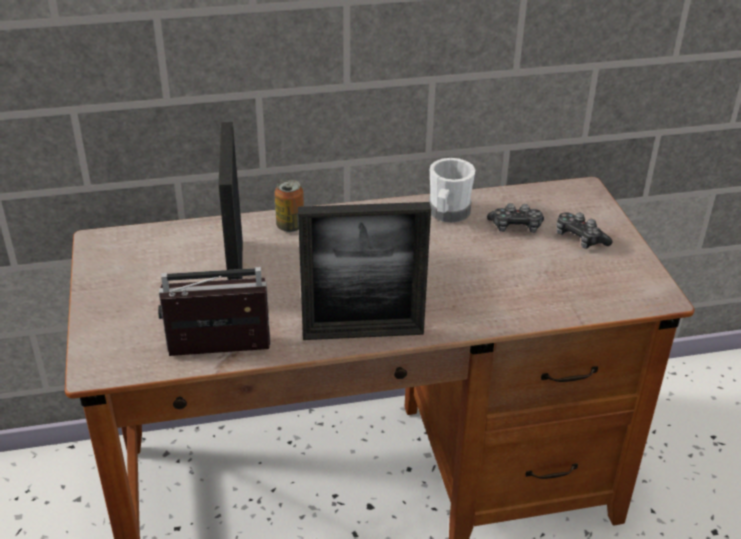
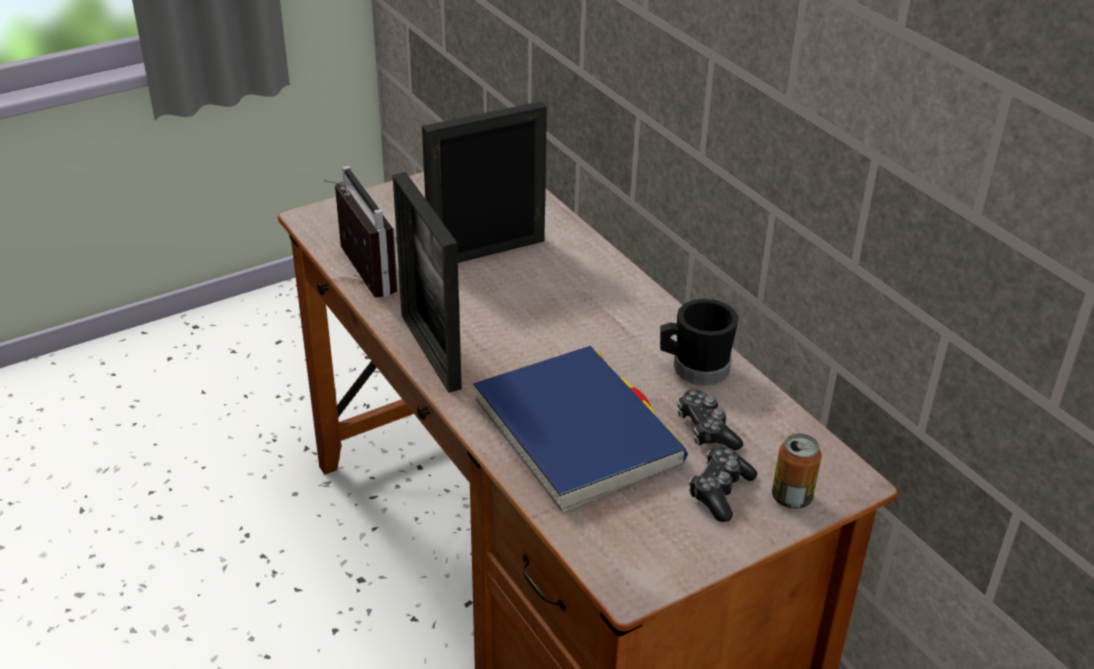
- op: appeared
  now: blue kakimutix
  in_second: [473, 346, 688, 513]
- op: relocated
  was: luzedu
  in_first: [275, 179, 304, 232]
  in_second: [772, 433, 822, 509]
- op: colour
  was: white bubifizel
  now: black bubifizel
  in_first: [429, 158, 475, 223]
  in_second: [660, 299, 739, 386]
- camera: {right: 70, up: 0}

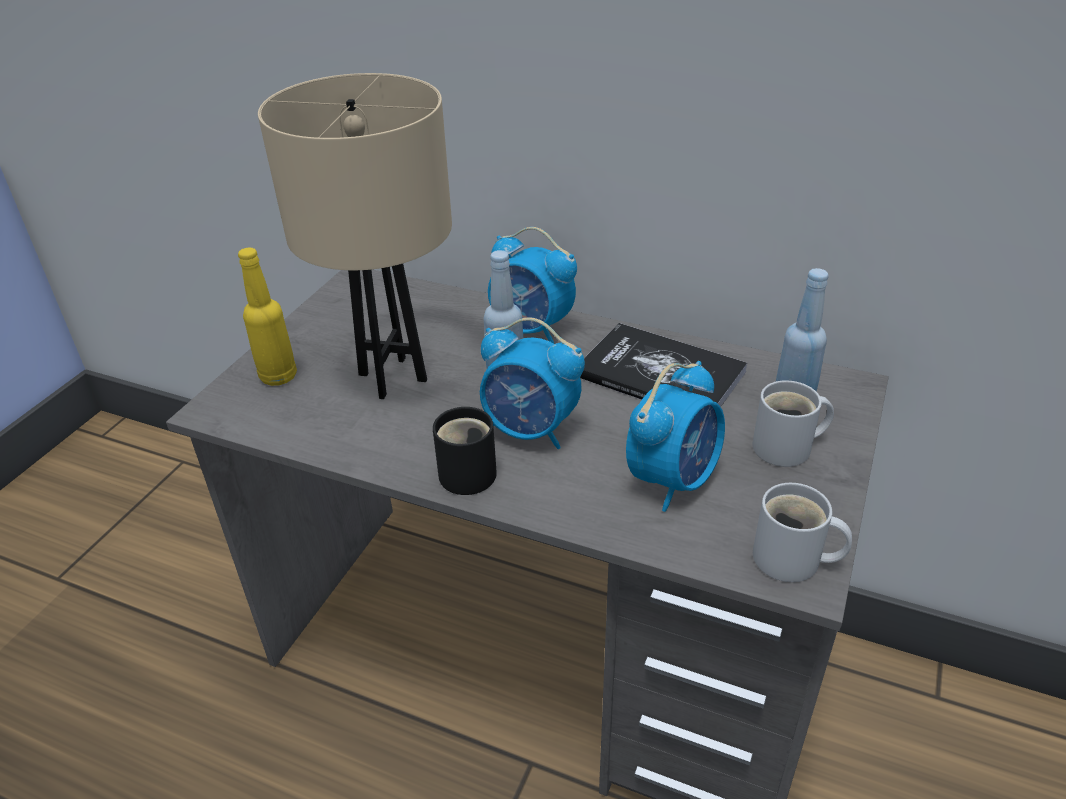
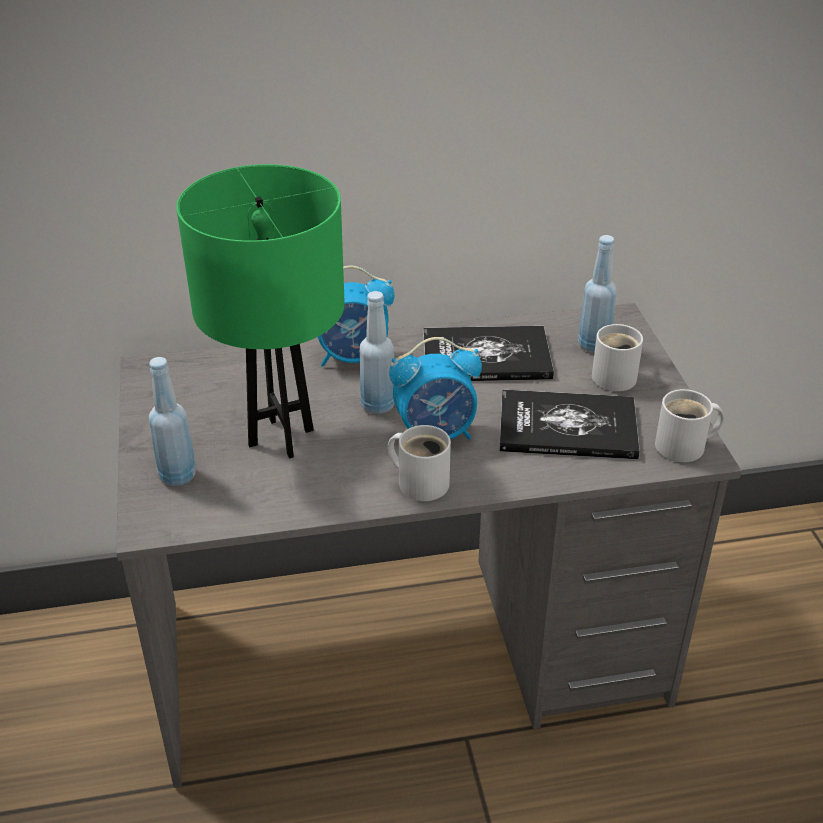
- op: exchanged
  was: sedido
  now: kakimutix
  in_first: [626, 361, 725, 512]
  in_second: [499, 390, 640, 459]
- op: colour
  was: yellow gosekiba
  now: blue gosekiba
  in_first: [238, 247, 297, 386]
  in_second: [149, 357, 196, 486]
- op: colour
  was: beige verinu
  now: green verinu
  in_first: [258, 73, 452, 399]
  in_second: [176, 164, 345, 458]
- op: colour
  was: black bubifizel
  now: white bubifizel
  in_first: [433, 407, 497, 495]
  in_second: [388, 425, 451, 501]
- camera: {right: -35, up: 0}

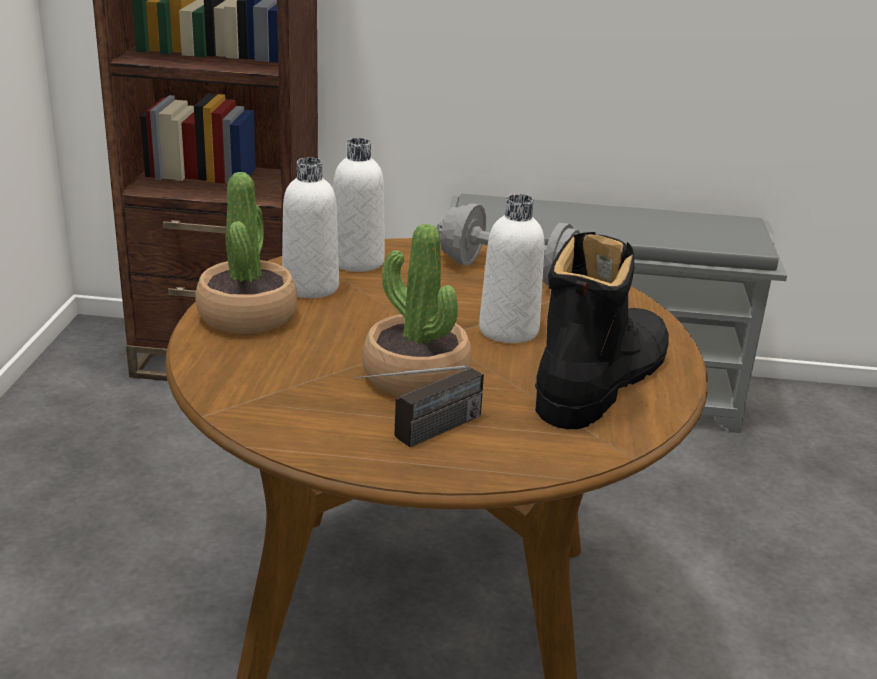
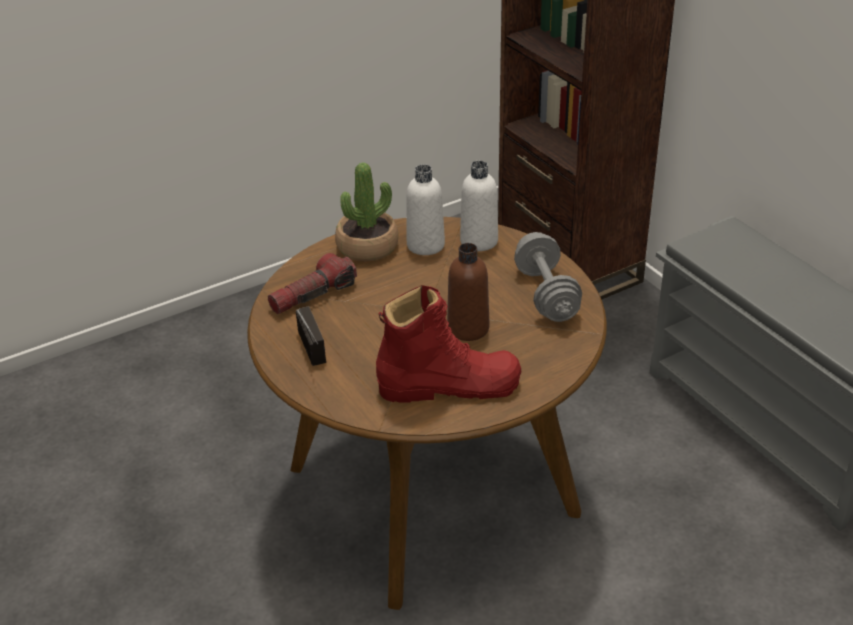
- op: missing
  was: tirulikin
  in_first: [362, 224, 472, 396]
- op: appeared
  now: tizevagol
  in_second: [268, 253, 357, 314]
- op: colour
  was: white gosekiba
  now: brown gosekiba
  in_first: [479, 194, 545, 343]
  in_second: [447, 243, 489, 341]
- op: colour
  was: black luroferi
  now: red luroferi
  in_first: [535, 232, 669, 429]
  in_second: [376, 285, 521, 402]
- op: spun
  was: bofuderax
  in_first: [354, 365, 484, 447]
  in_second: [296, 306, 326, 366]
  clockwise: -120
- camera: {right: 55, up: 10}

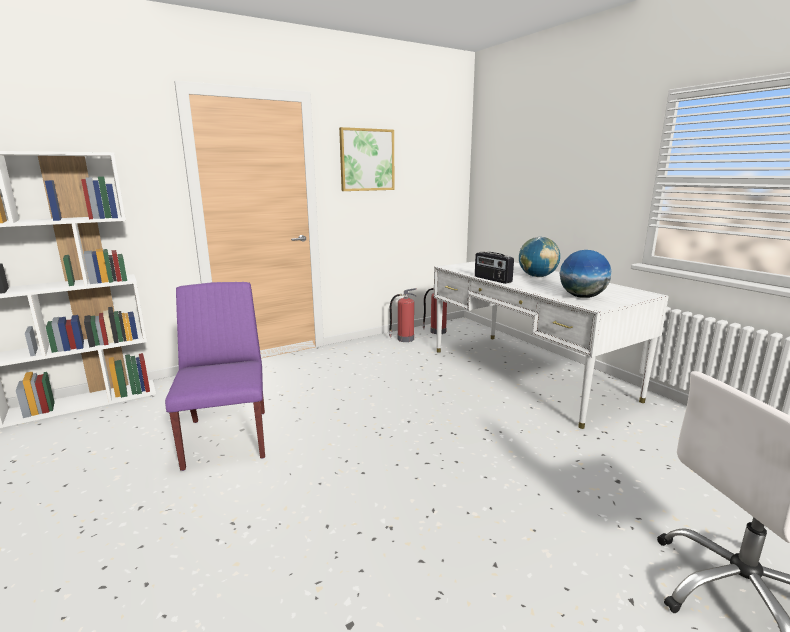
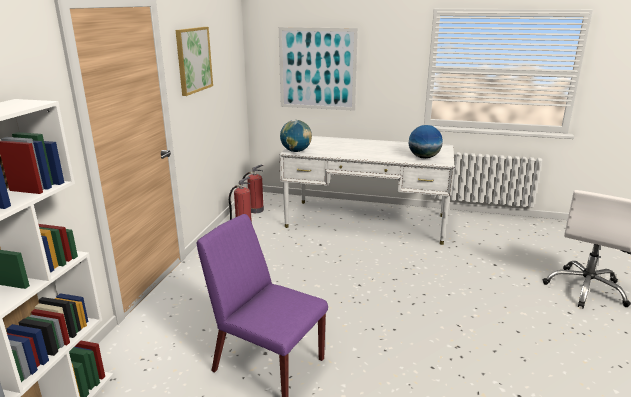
- op: missing
  was: bofuderax
  in_first: [475, 252, 514, 284]
- op: appeared
  now: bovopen
  in_second: [279, 27, 358, 111]
- op: relocated
  was: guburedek
  in_first: [519, 237, 560, 277]
  in_second: [280, 120, 312, 152]
- camera: {right: -45, up: 5}

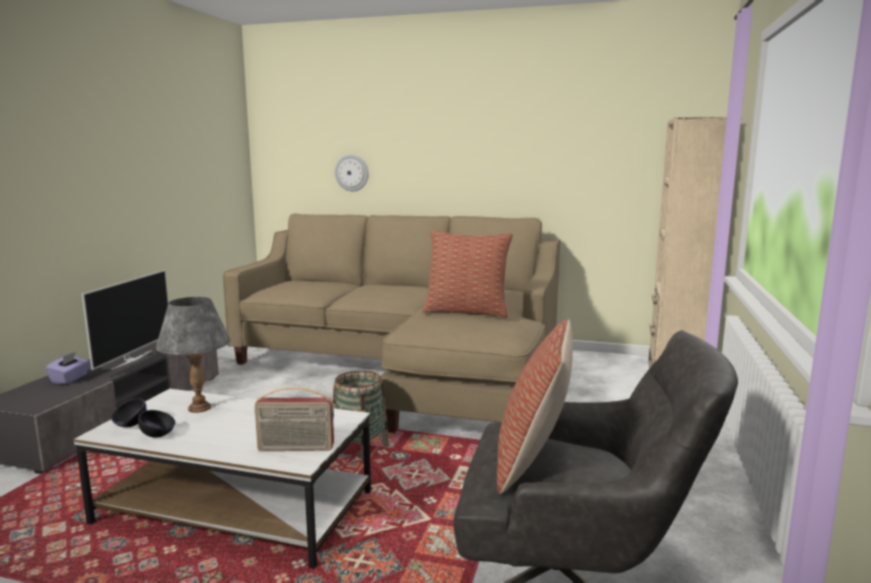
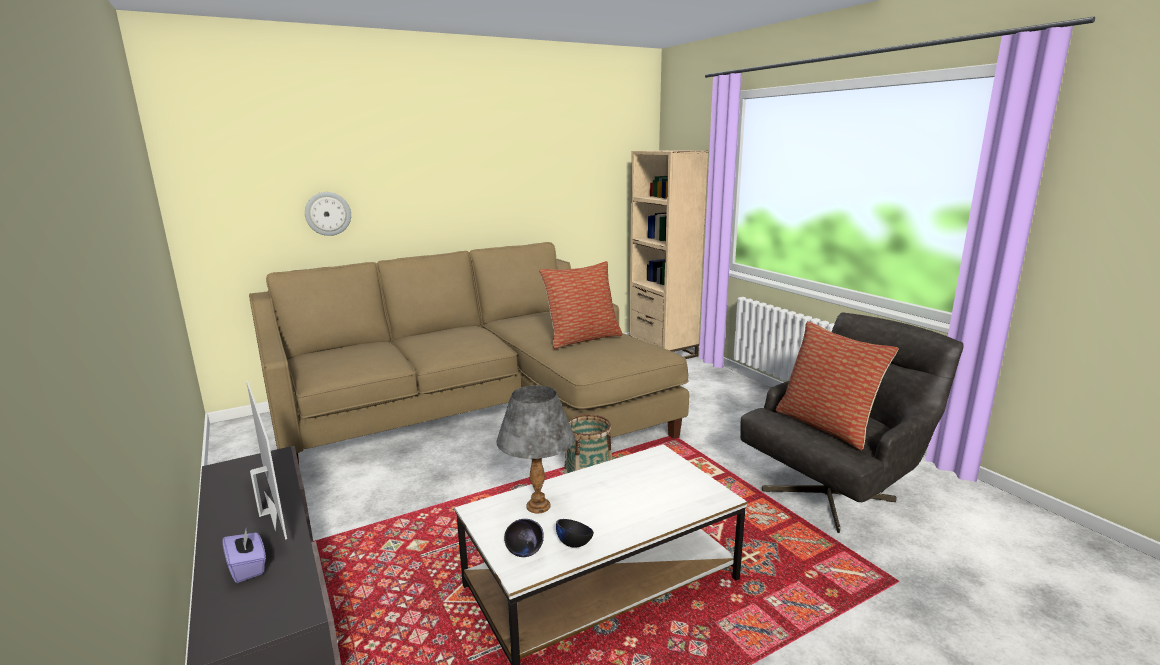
- op: missing
  was: bofuderax
  in_first: [255, 387, 334, 451]
- camera: {right: -45, up: 5}

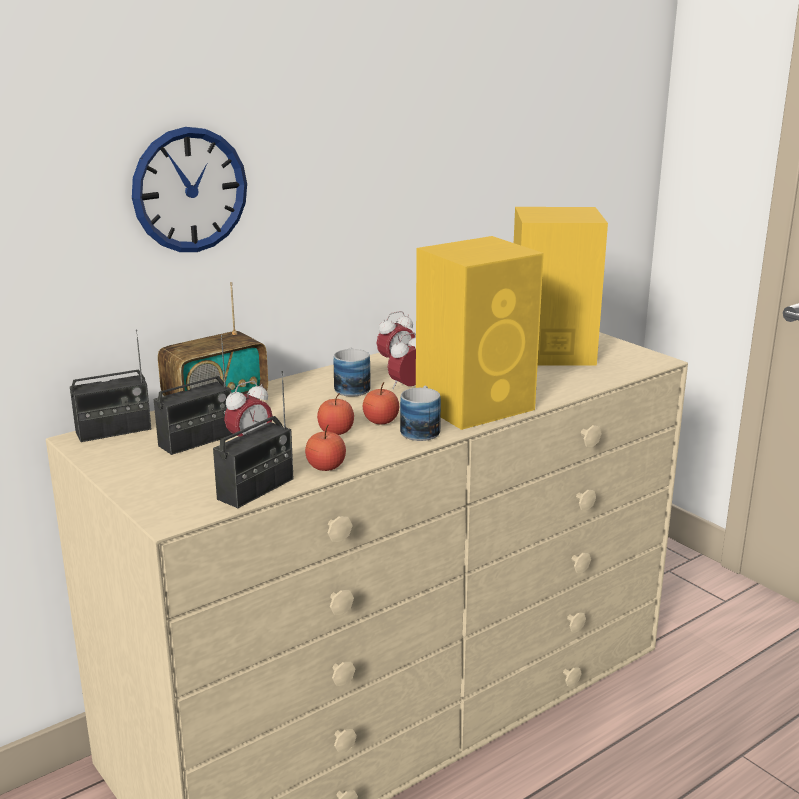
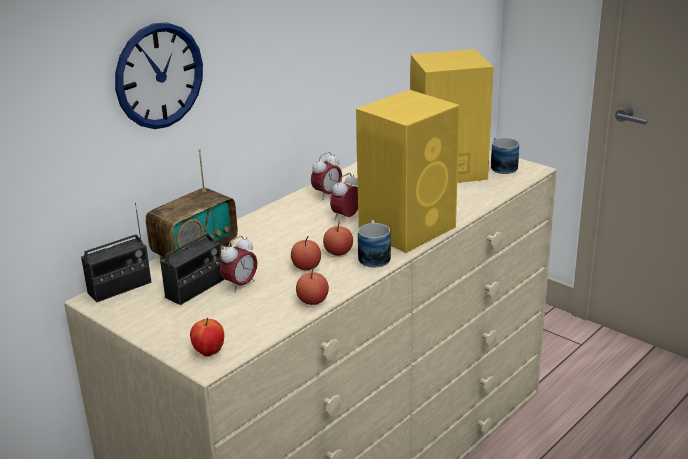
- op: missing
  was: bofuderax
  in_first: [213, 371, 293, 508]
- op: appeared
  now: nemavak
  in_second: [190, 318, 224, 356]
- op: relocated
  was: bubifizel
  in_first: [334, 347, 371, 397]
  in_second: [491, 137, 519, 174]
- camera: {right: -10, up: 5}

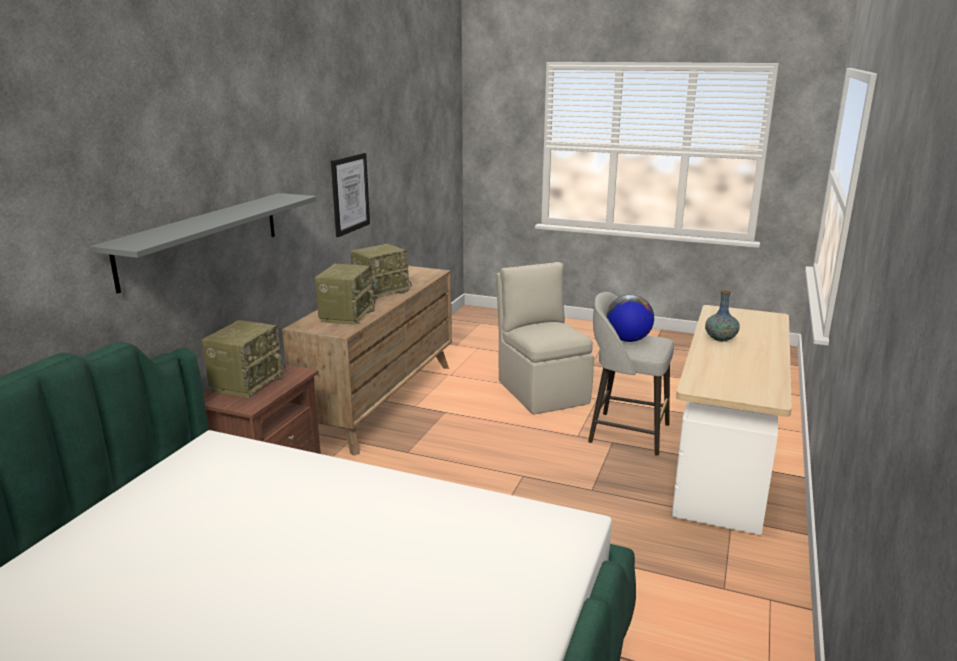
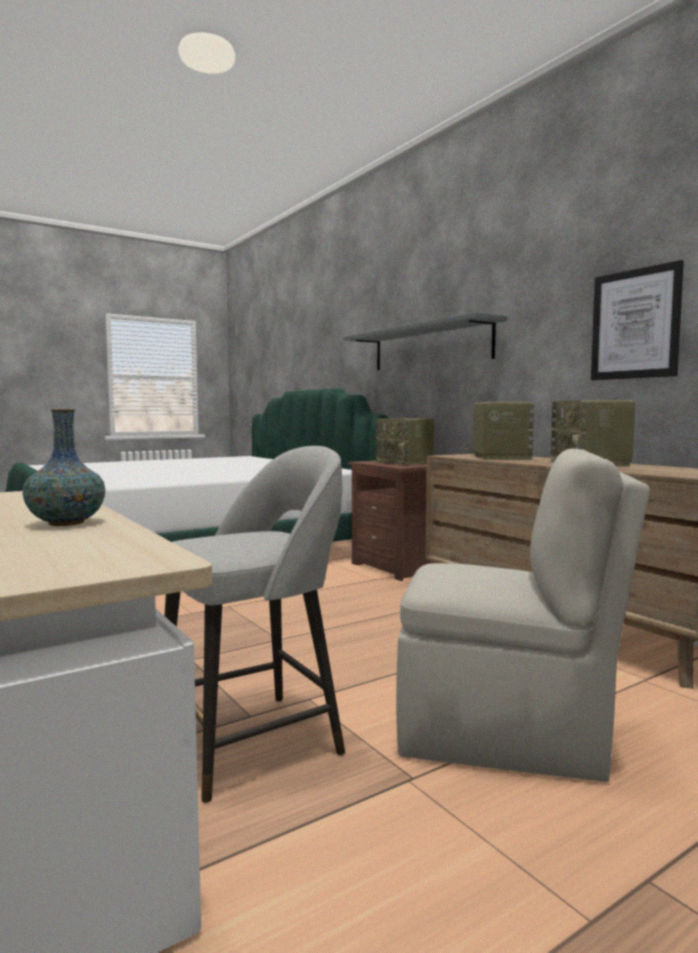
- op: missing
  was: guburedek
  in_first: [607, 294, 654, 342]
- op: spun
  was: bofuderax
  in_first: [315, 264, 375, 325]
  in_second: [473, 402, 534, 460]
  clockwise: -135
- camera: {right: 125, up: -15}

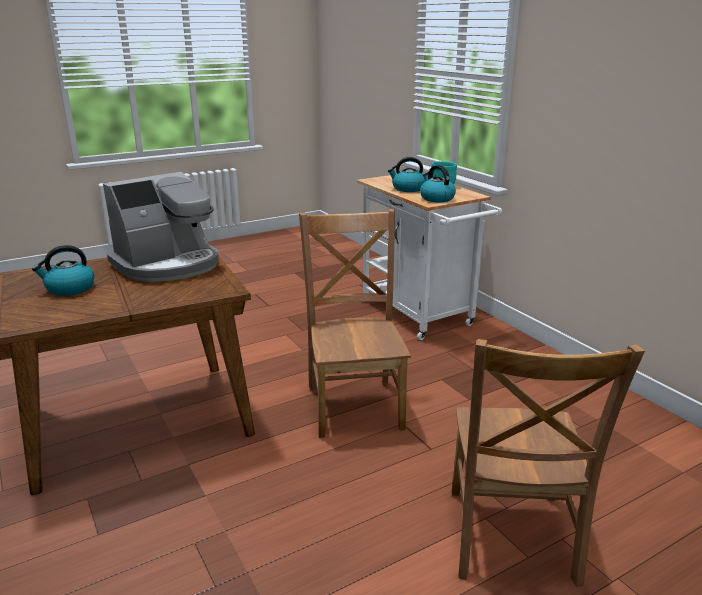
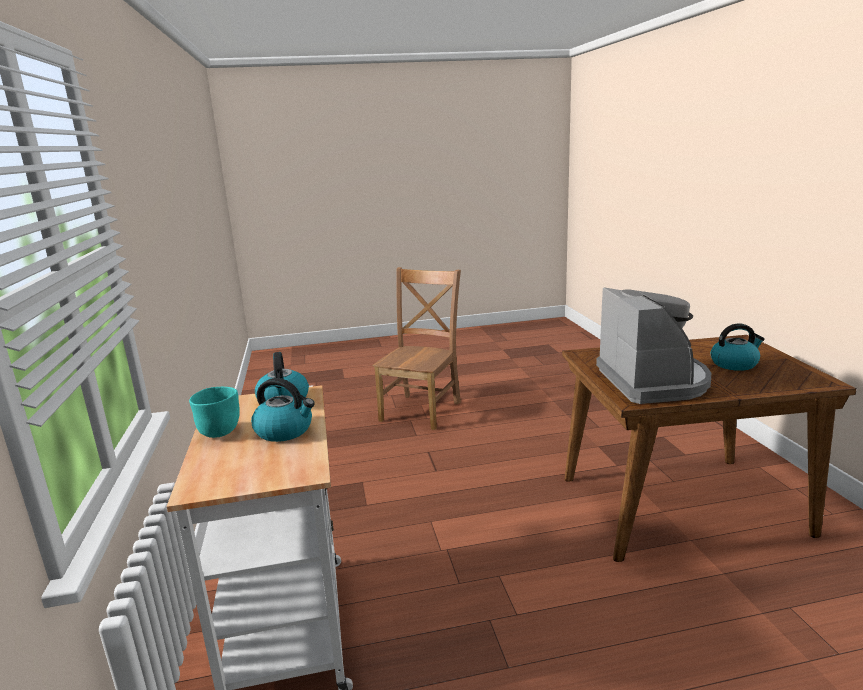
- op: missing
  was: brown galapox
  in_first: [299, 209, 411, 438]
- op: spun
  was: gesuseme
  in_first: [103, 172, 219, 282]
  in_second: [596, 287, 711, 404]
  clockwise: 105
- camera: {right: -160, up: -5}

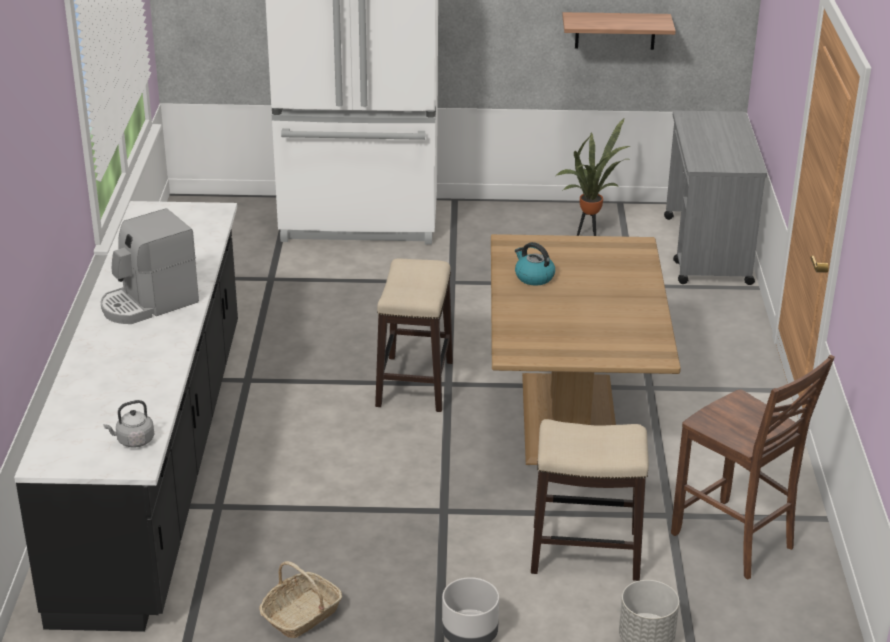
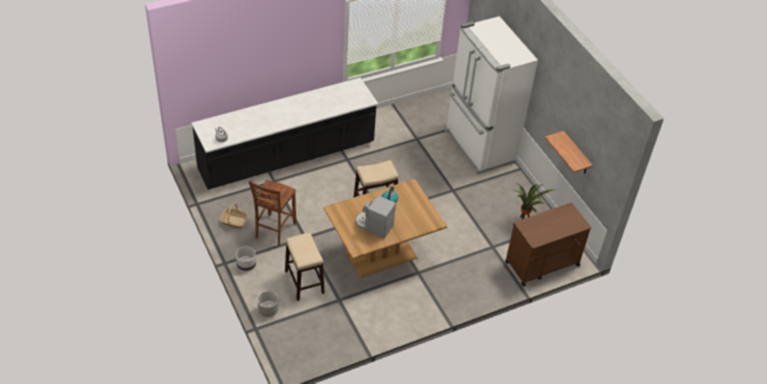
- op: relocated
  was: gesuseme
  in_first: [101, 208, 199, 324]
  in_second: [356, 196, 396, 239]
- op: relocated
  was: brown galapox
  in_first: [671, 354, 835, 579]
  in_second: [249, 180, 296, 246]
- op: colour
  was: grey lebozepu
  now: brown lebozepu
  in_first: [664, 111, 767, 285]
  in_second: [505, 203, 592, 286]
- camera: {right: 60, up: 15}

